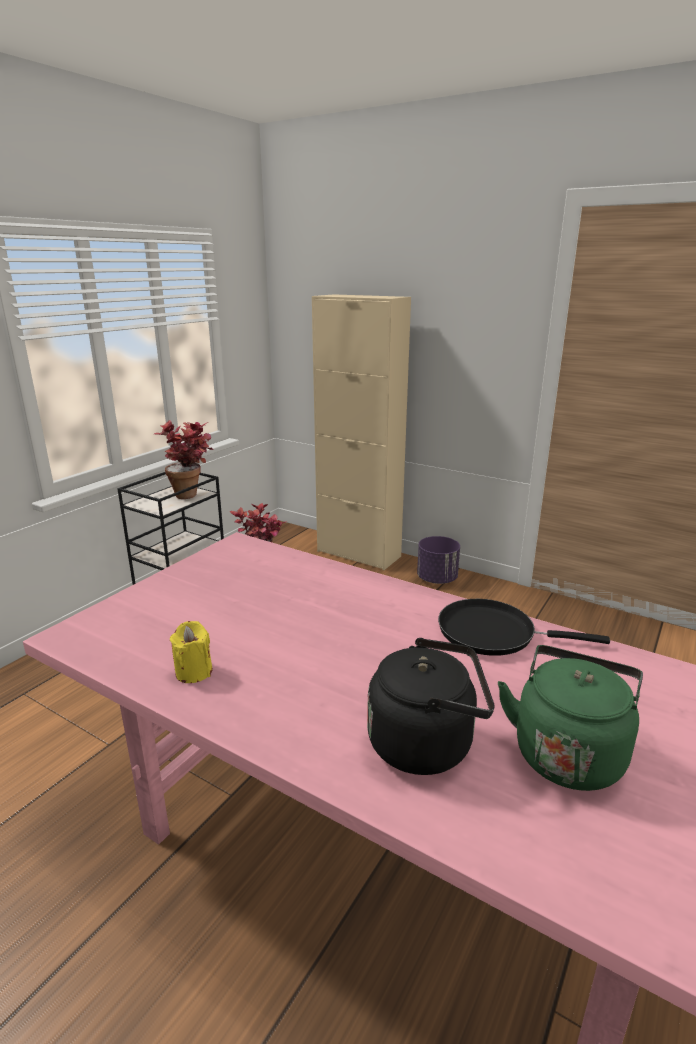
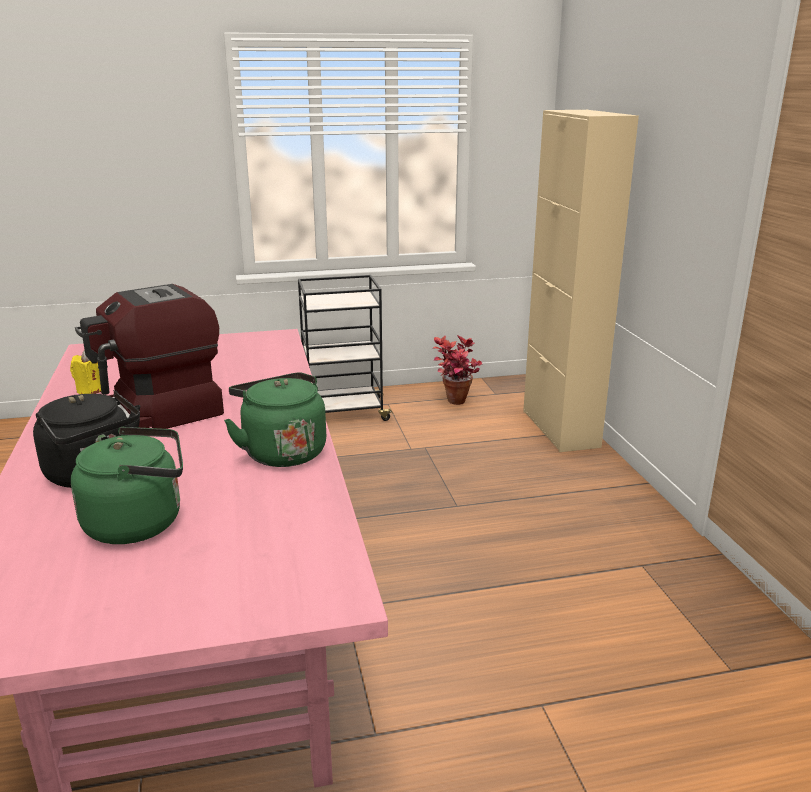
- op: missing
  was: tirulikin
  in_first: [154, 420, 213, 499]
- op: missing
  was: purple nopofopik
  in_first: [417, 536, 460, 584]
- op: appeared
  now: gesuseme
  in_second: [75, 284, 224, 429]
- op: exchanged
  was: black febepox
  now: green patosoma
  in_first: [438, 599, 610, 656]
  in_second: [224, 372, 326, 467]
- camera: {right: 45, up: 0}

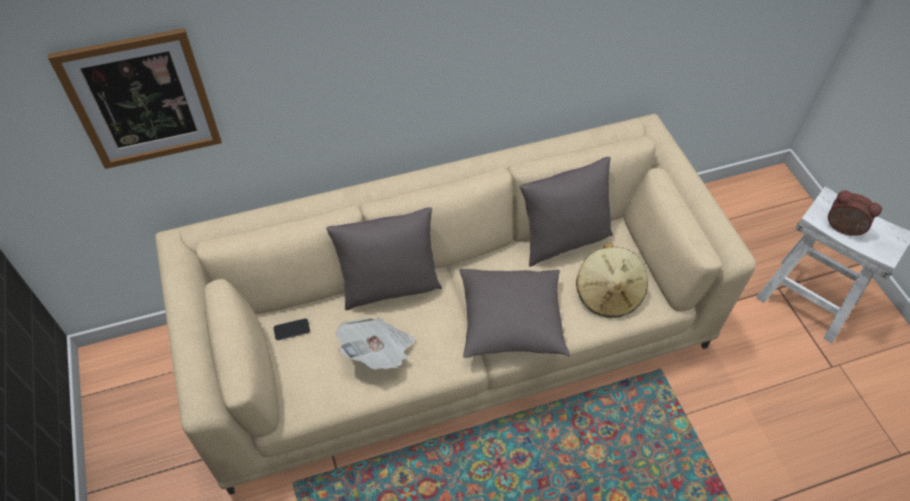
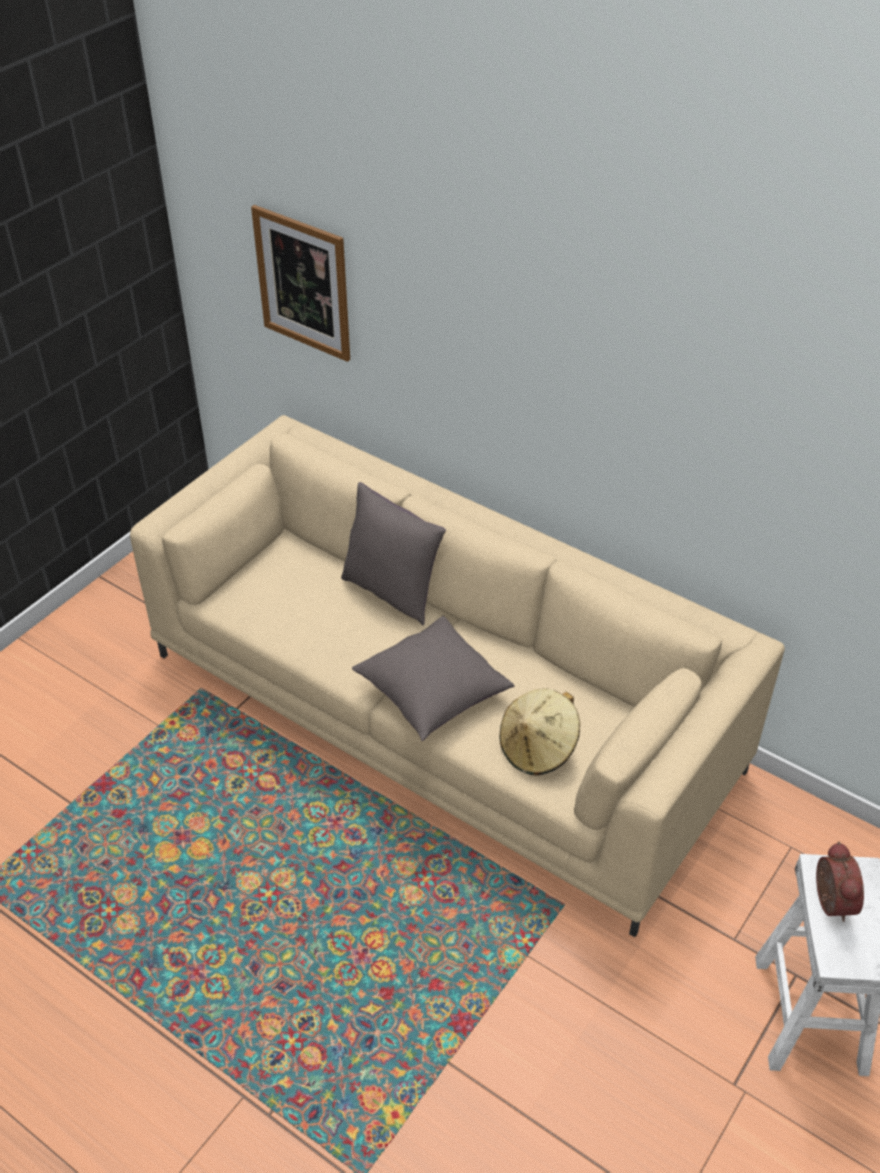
- op: missing
  was: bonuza
  in_first: [273, 318, 310, 340]
- op: missing
  was: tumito
  in_first: [336, 317, 415, 369]
- op: missing
  was: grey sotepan
  in_first: [520, 157, 613, 267]
- camera: {right: 55, up: -10}

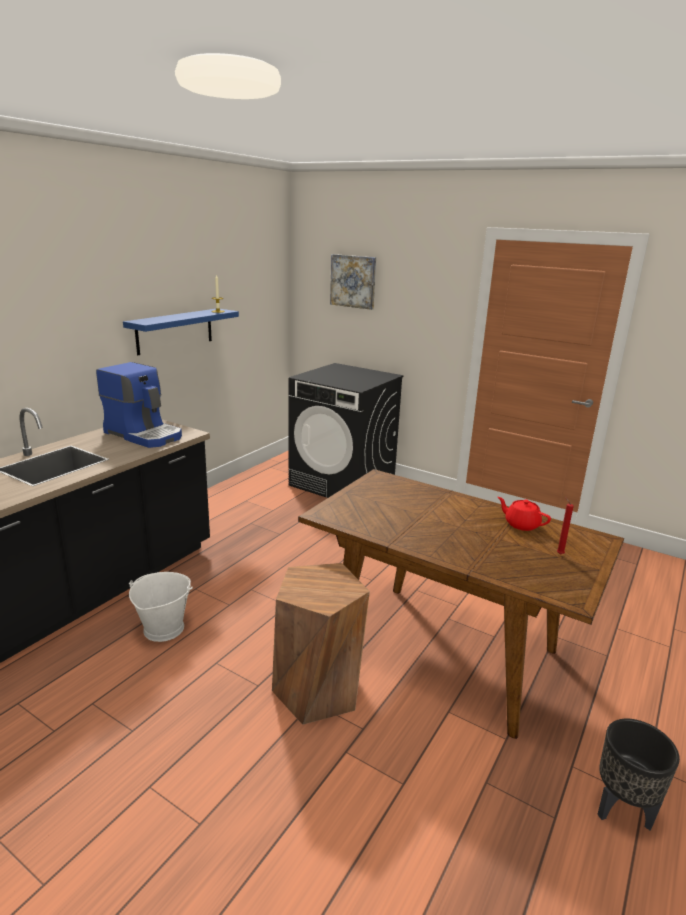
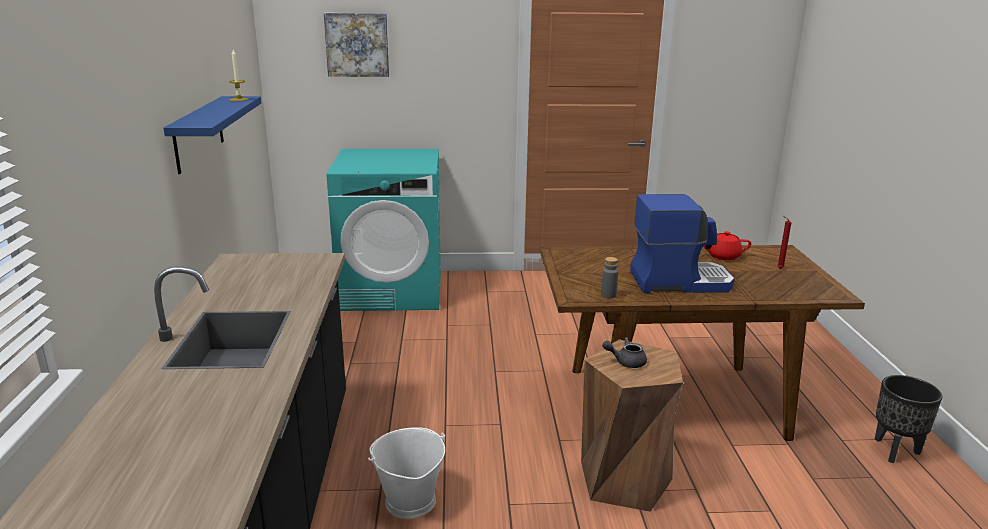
- op: appeared
  now: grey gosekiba
  in_second: [601, 257, 618, 298]
- op: appeared
  now: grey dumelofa
  in_second: [602, 337, 647, 368]
- op: relocated
  was: gesuseme
  in_first: [96, 362, 182, 448]
  in_second: [630, 194, 734, 293]
- op: colour
  was: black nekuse
  now: turquoise nekuse
  in_first: [288, 363, 404, 498]
  in_second: [326, 149, 441, 311]
- camera: {right: -35, up: 0}

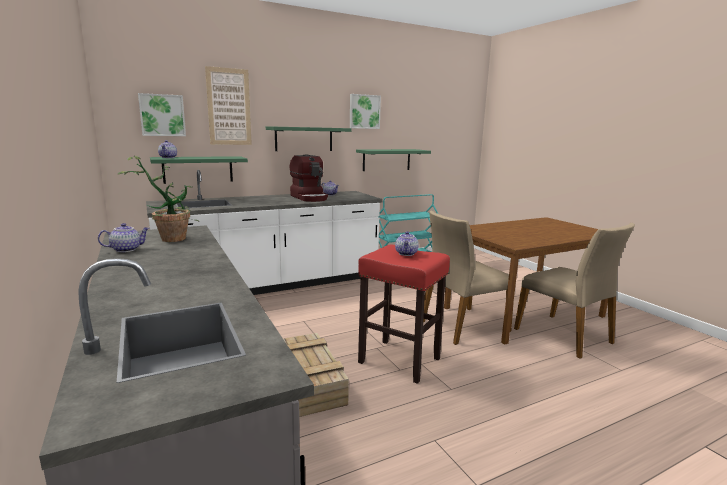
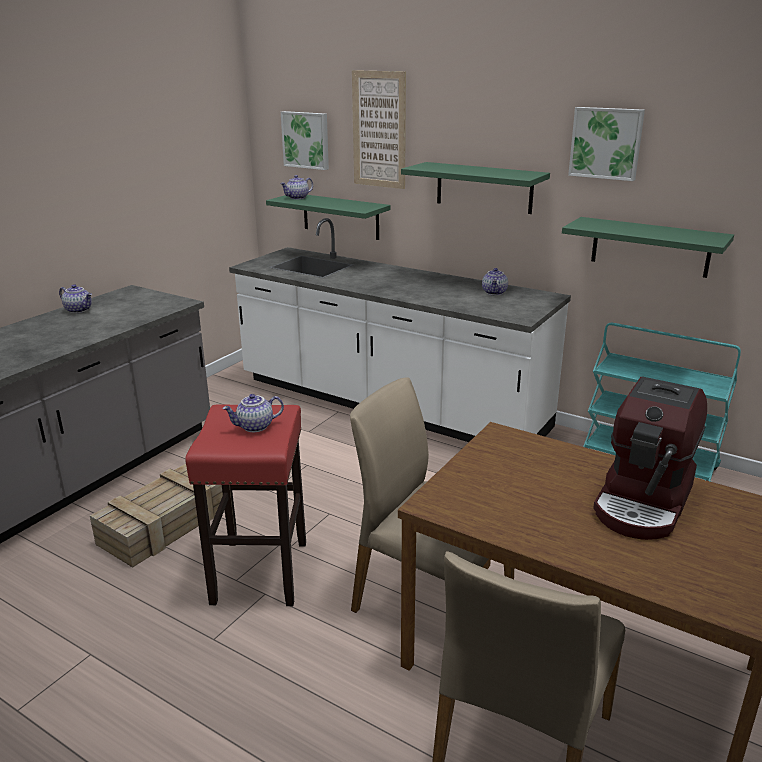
- op: missing
  was: tirulikin
  in_first: [118, 156, 198, 242]
- op: relocated
  was: gesuseme
  in_first: [290, 154, 328, 202]
  in_second: [593, 376, 707, 540]
- camera: {right: 60, up: 10}

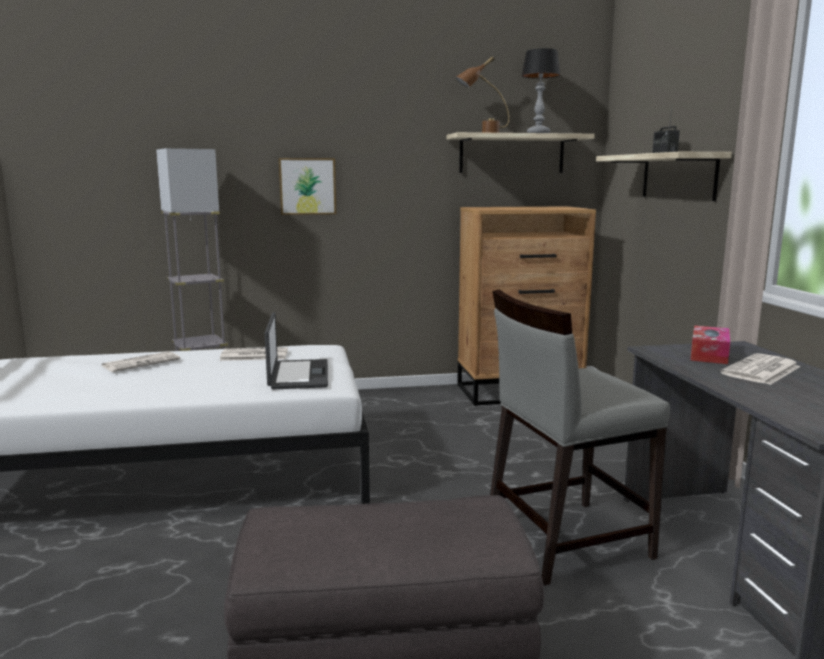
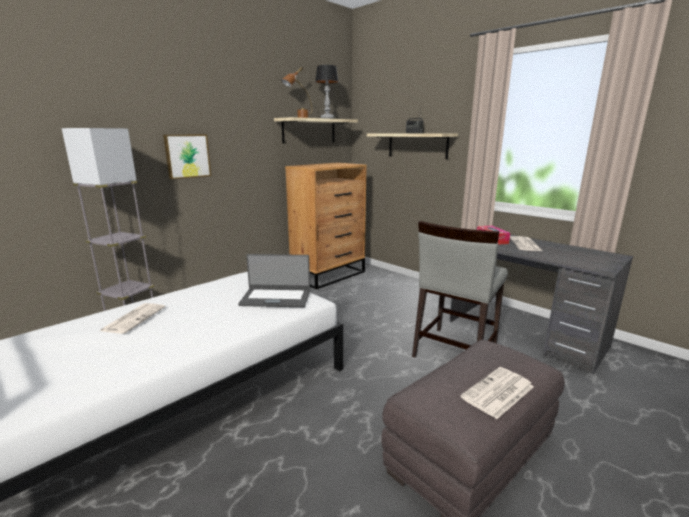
- op: relocated
  was: tumito
  in_first: [220, 347, 288, 361]
  in_second: [461, 367, 534, 419]
- op: spun
  was: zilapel
  in_first: [265, 312, 328, 389]
  in_second: [238, 254, 310, 307]
  clockwise: 135
- camera: {right: -35, up: 5}

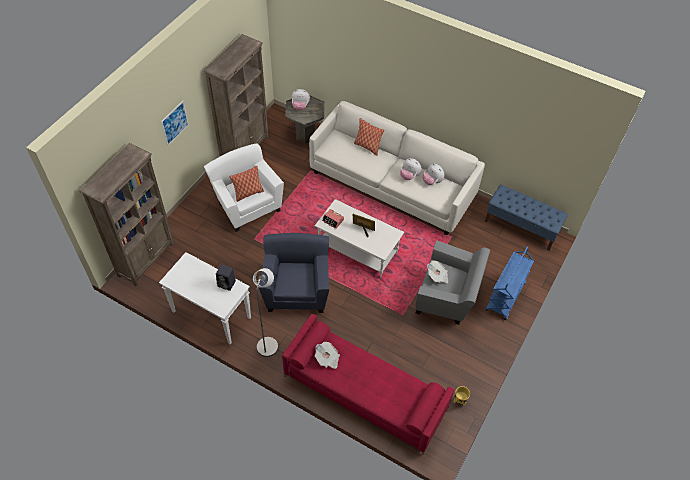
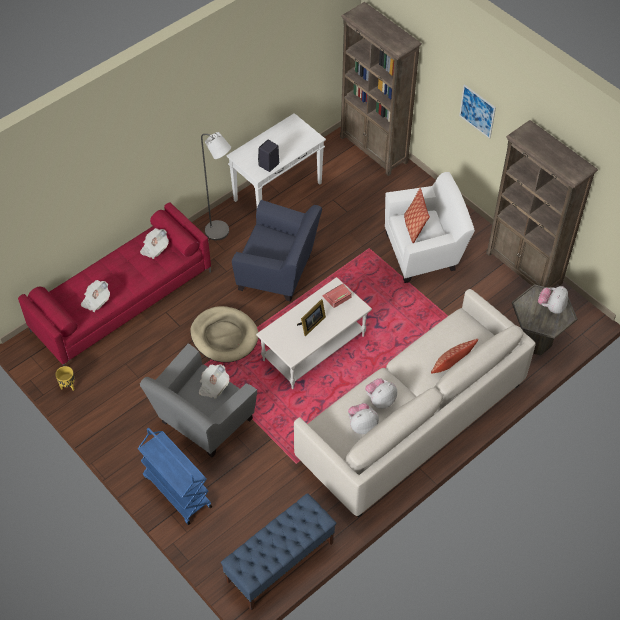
- op: appeared
  now: tumito
  in_second: [81, 280, 110, 312]
- op: appeared
  now: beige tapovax
  in_second: [190, 306, 259, 362]
- camera: {right: 110, up: 0}

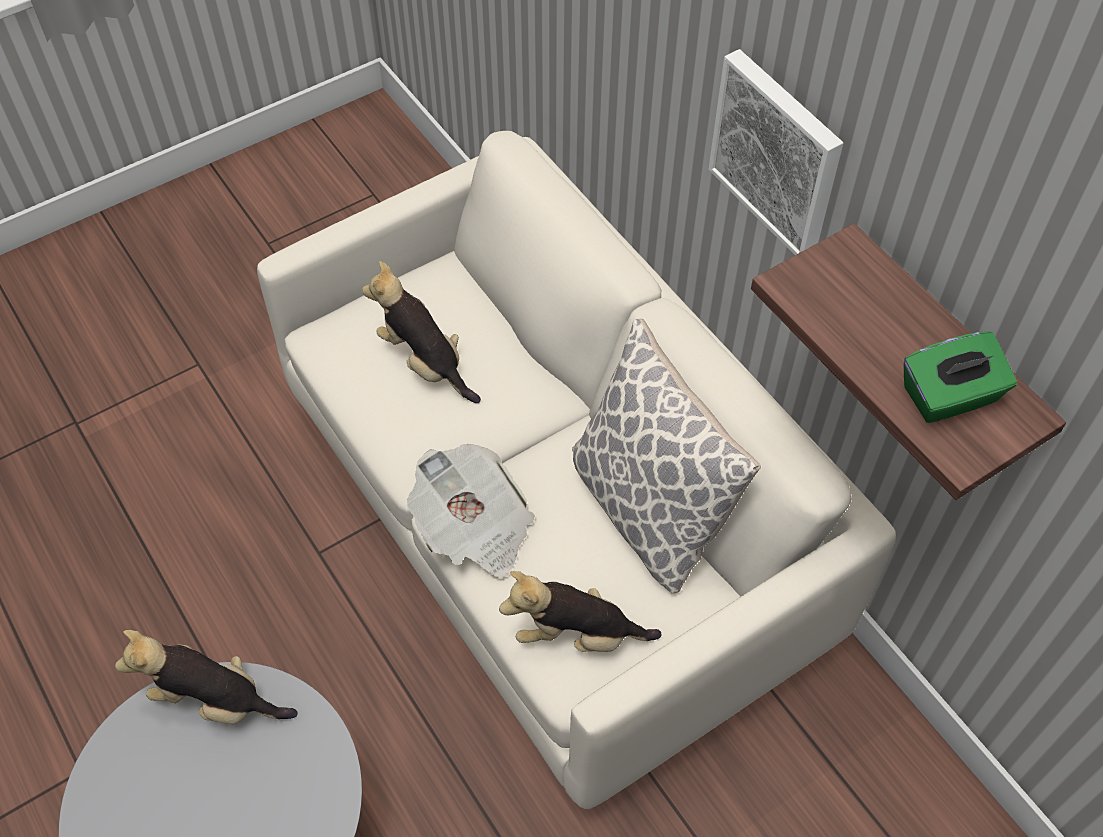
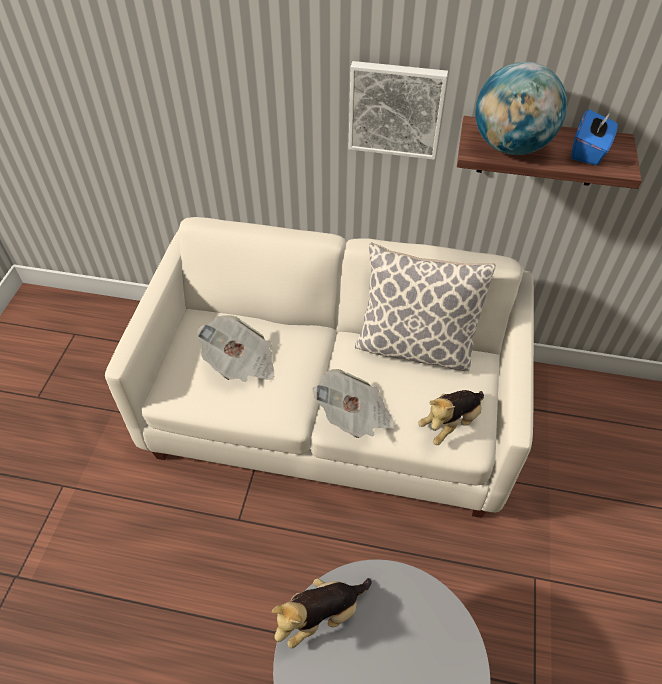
- op: appeared
  now: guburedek
  in_second: [475, 61, 567, 155]
- op: exchanged
  was: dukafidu
  now: tumito
  in_first: [362, 261, 481, 403]
  in_second: [197, 315, 274, 382]
- op: colour
  was: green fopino
  now: blue fopino
  in_first: [904, 332, 1017, 423]
  in_second: [571, 109, 618, 166]
- camera: {right: -45, up: -5}

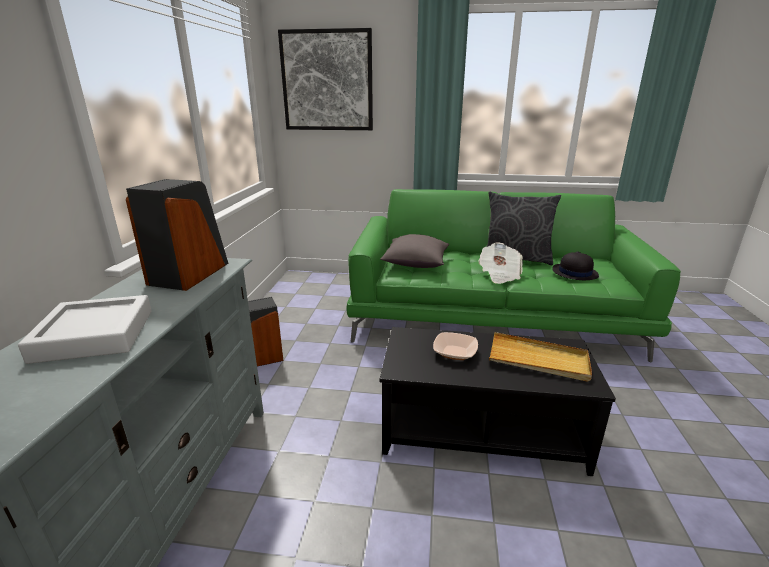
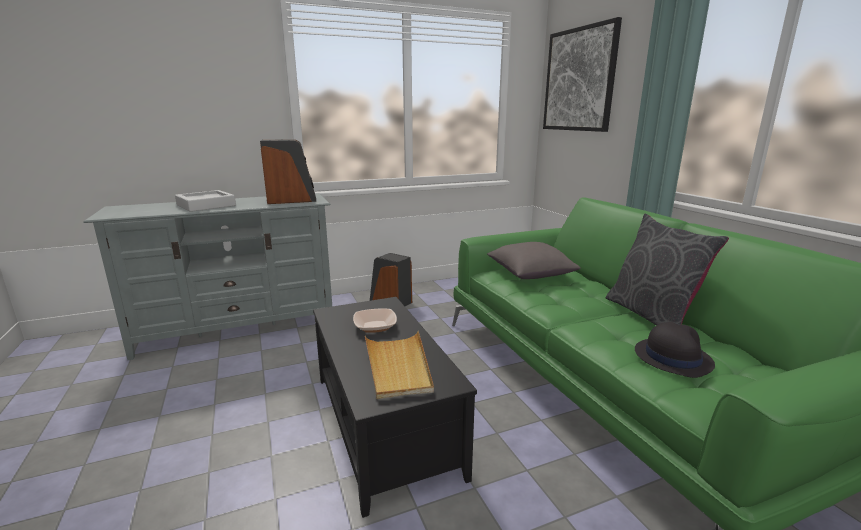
- op: missing
  was: tumito
  in_first: [478, 242, 523, 284]
- camera: {right: 60, up: -5}

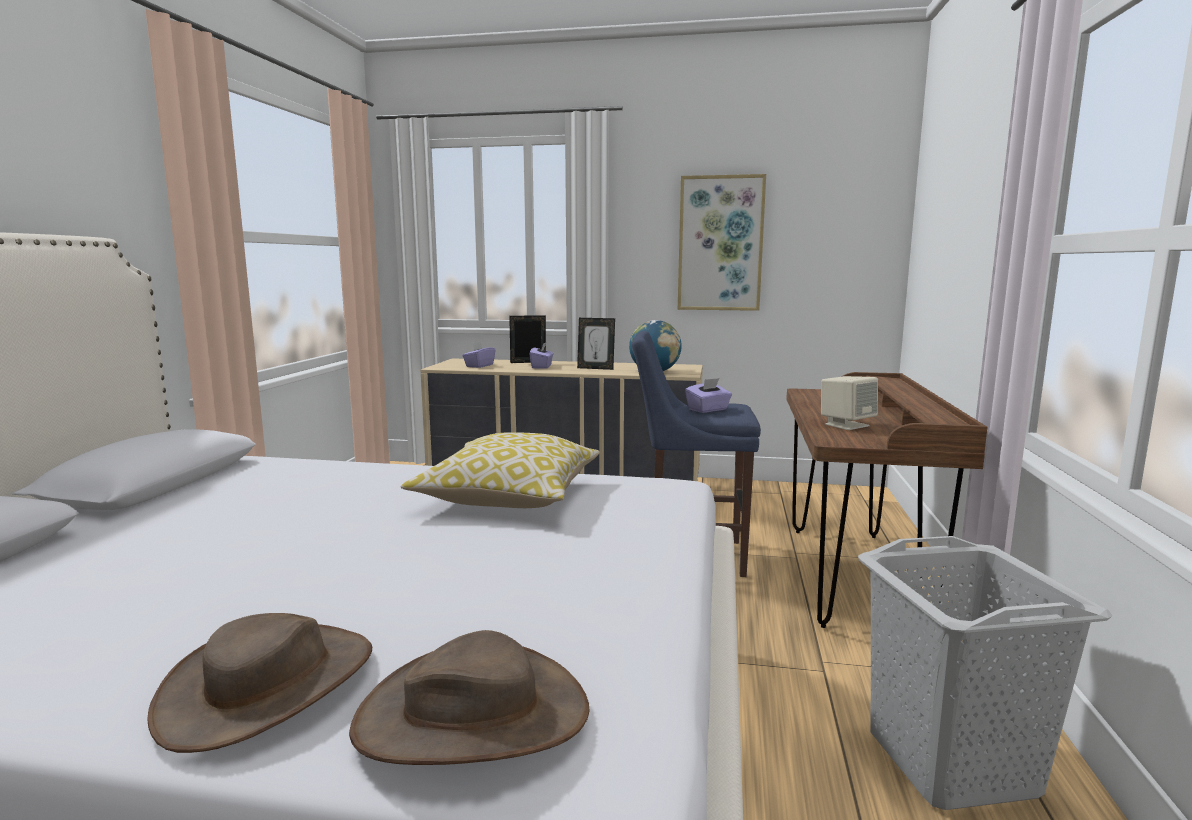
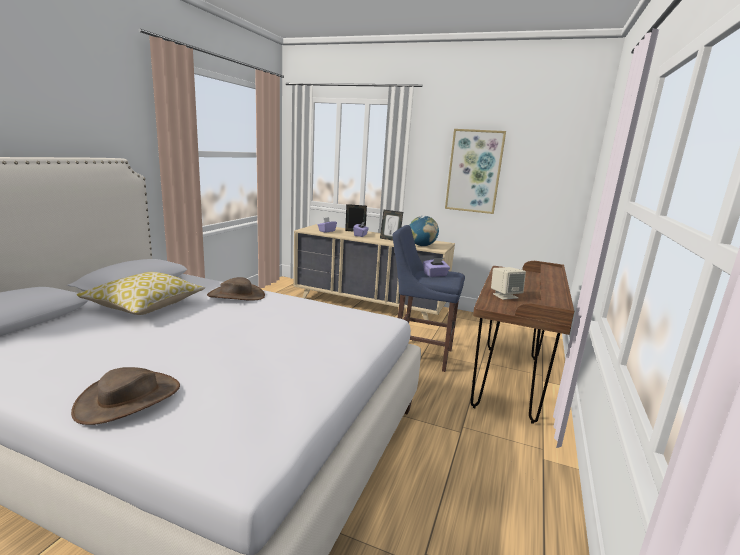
- op: missing
  was: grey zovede
  in_first: [858, 536, 1112, 810]
- op: relocated
  was: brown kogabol
  in_first: [349, 630, 590, 765]
  in_second: [207, 277, 265, 301]
- op: relocated
  was: sotepan
  in_first: [401, 432, 599, 508]
  in_second: [77, 272, 205, 315]
- camera: {right: 10, up: 5}

